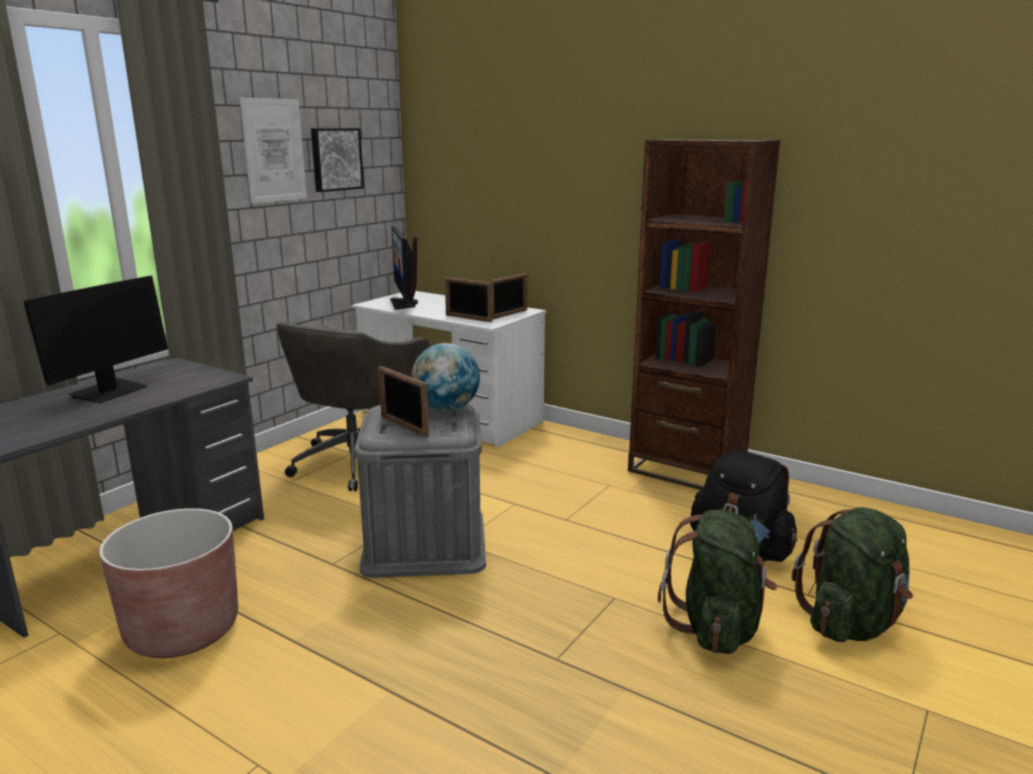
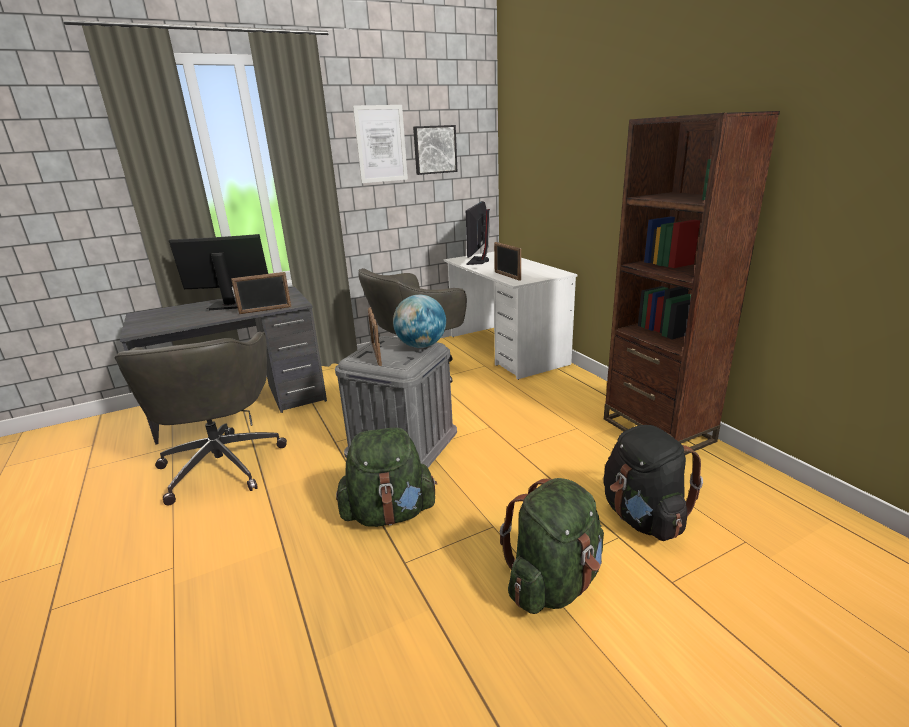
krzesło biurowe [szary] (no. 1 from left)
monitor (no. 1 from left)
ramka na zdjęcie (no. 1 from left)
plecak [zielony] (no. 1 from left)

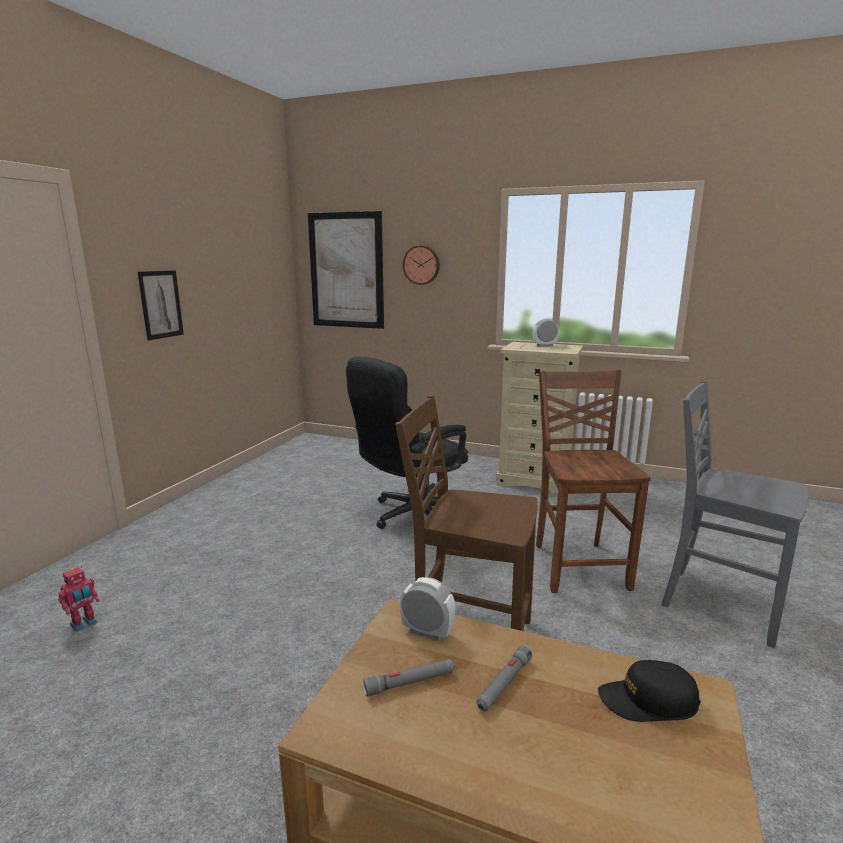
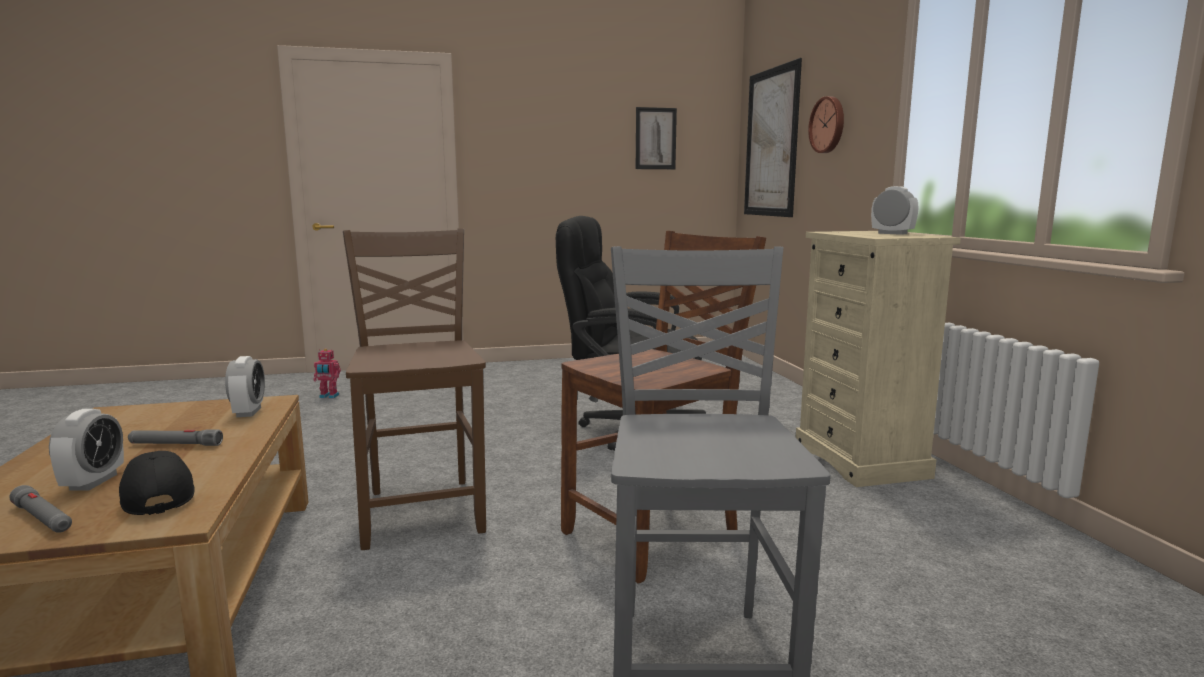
latarka [szary] (no. 1 from left)
budzik (no. 1 from left)
obraz (no. 1 from left)

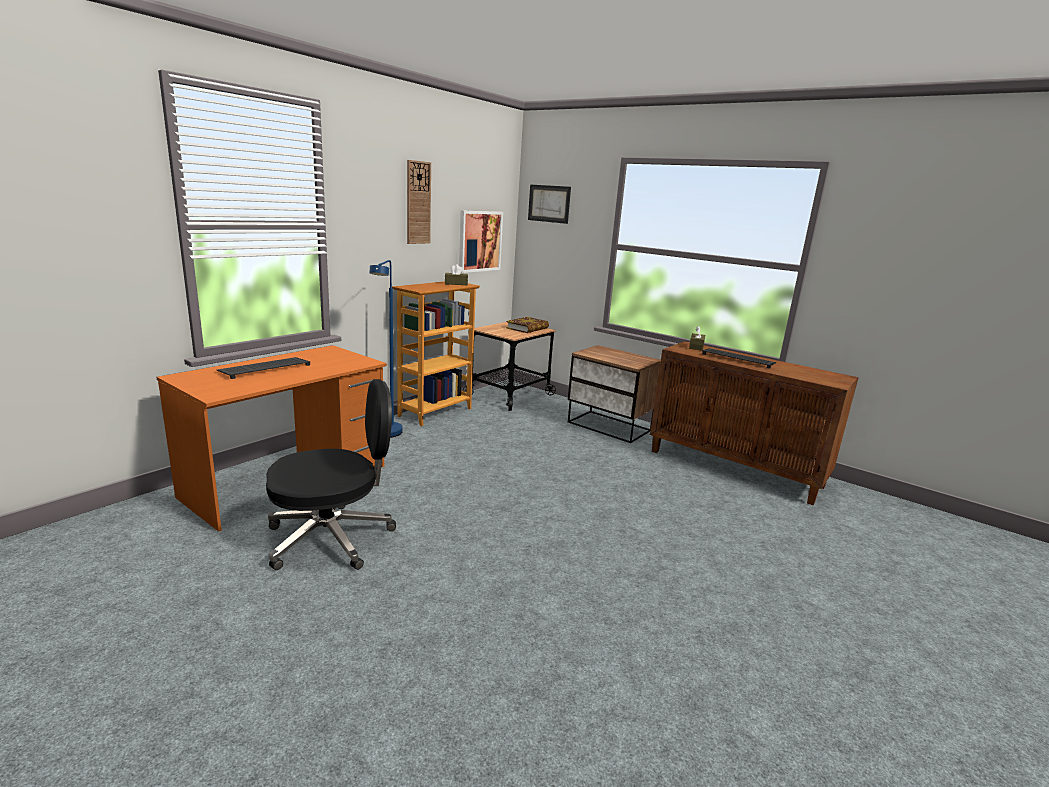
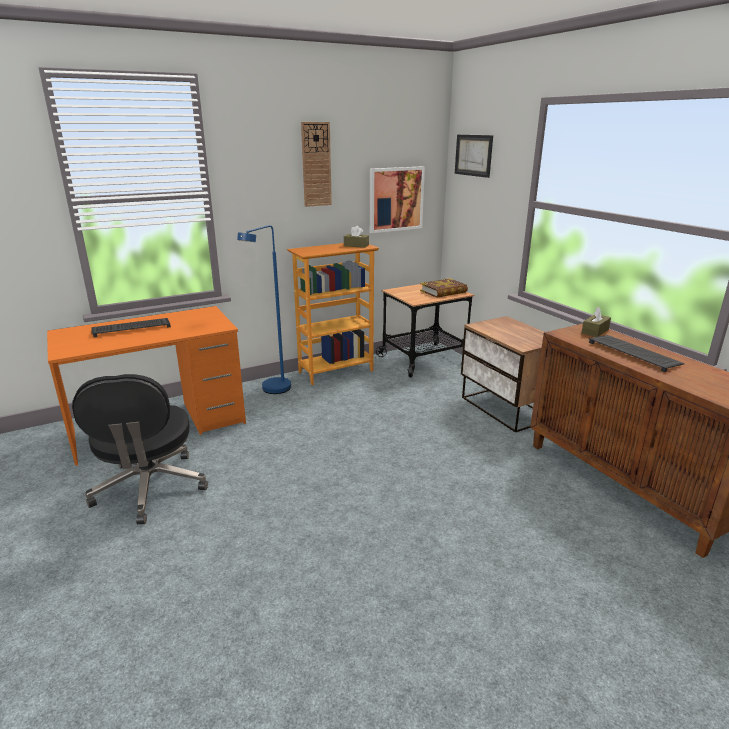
krzesło biurowe [czarny]

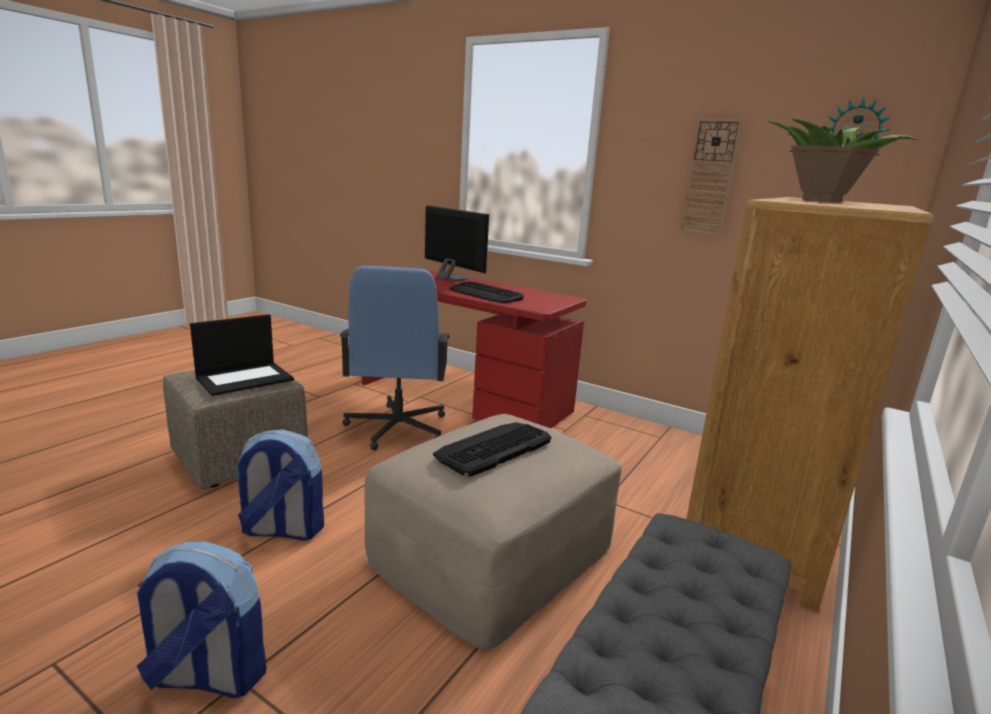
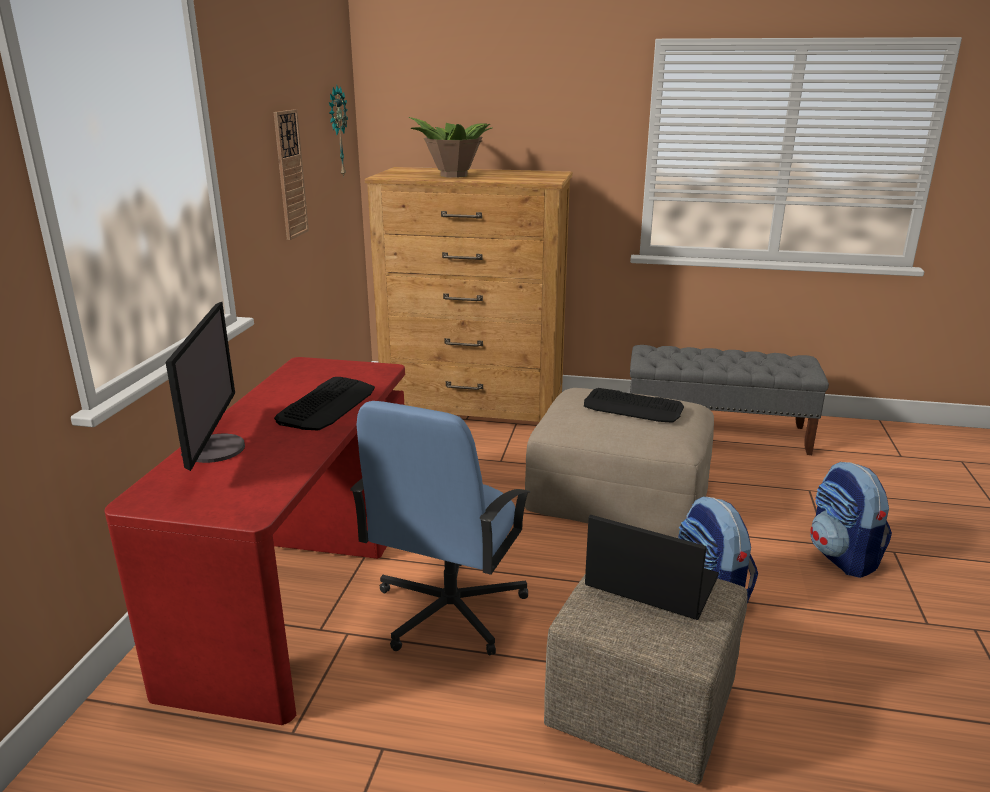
monitor
krzesło biurowe [niebieski]

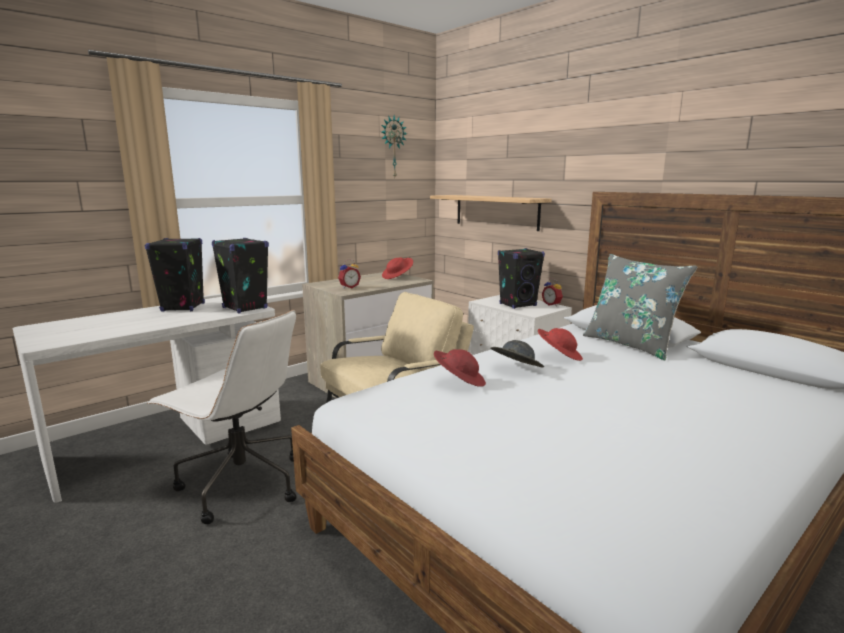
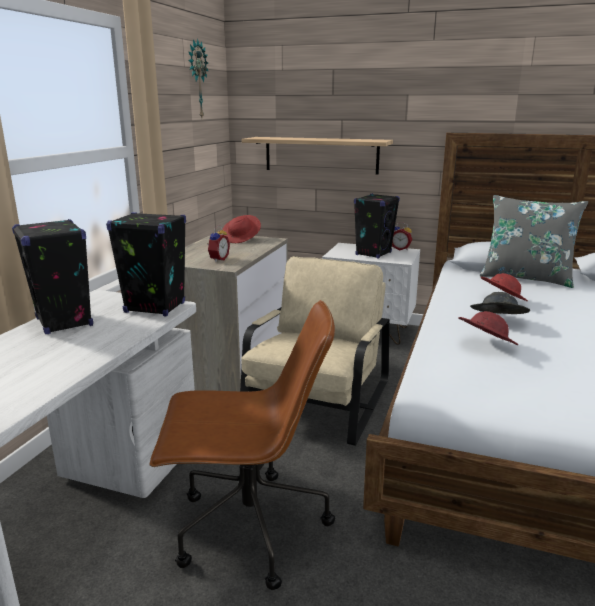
krzesło biurowe [brązowy]

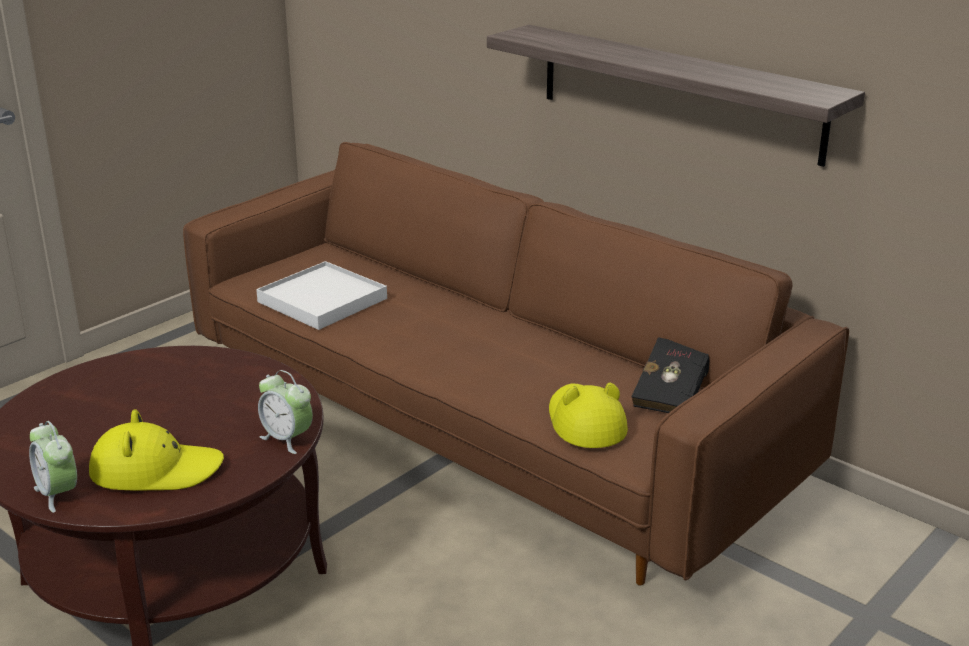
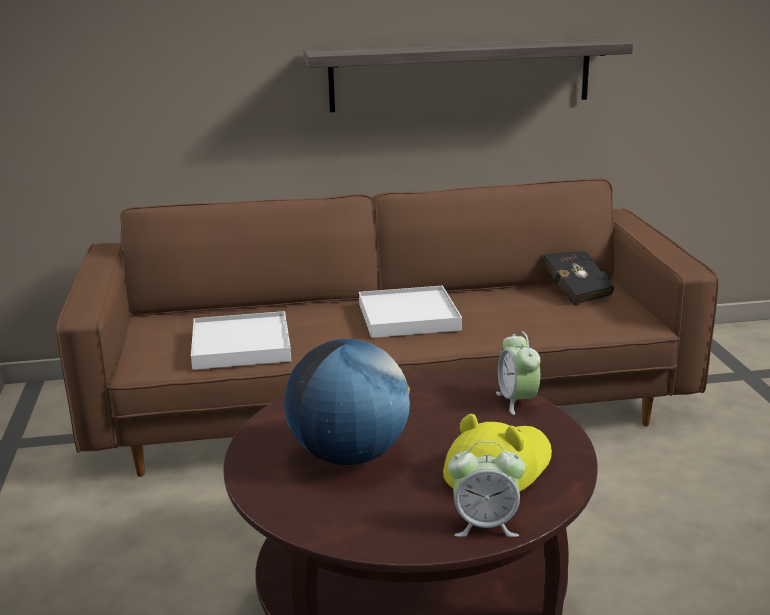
globus
taca [biały] (no. 2 from left)
budzik (no. 2 from left)
kapelusz [żółty] (no. 2 from left in the first image)

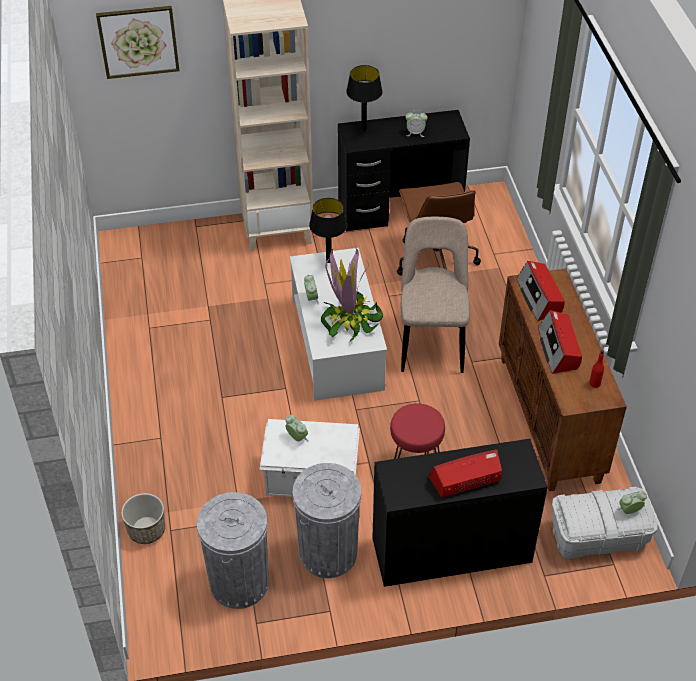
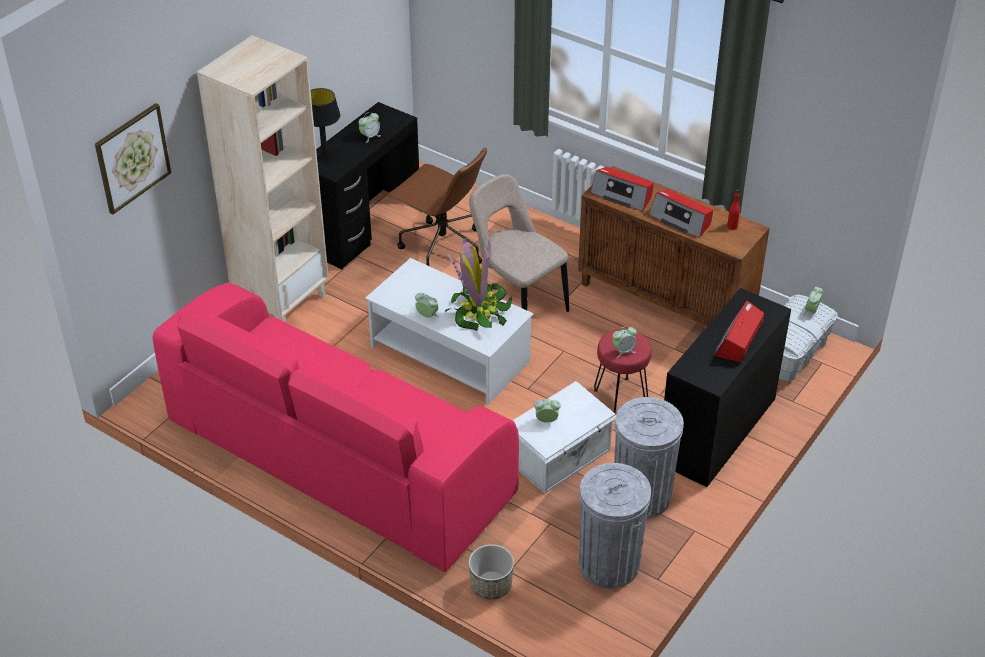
kanapa [różowy]
budzik (no. 4 from left)
lampa stołowa [czarny] (no. 1 from left in the first image)

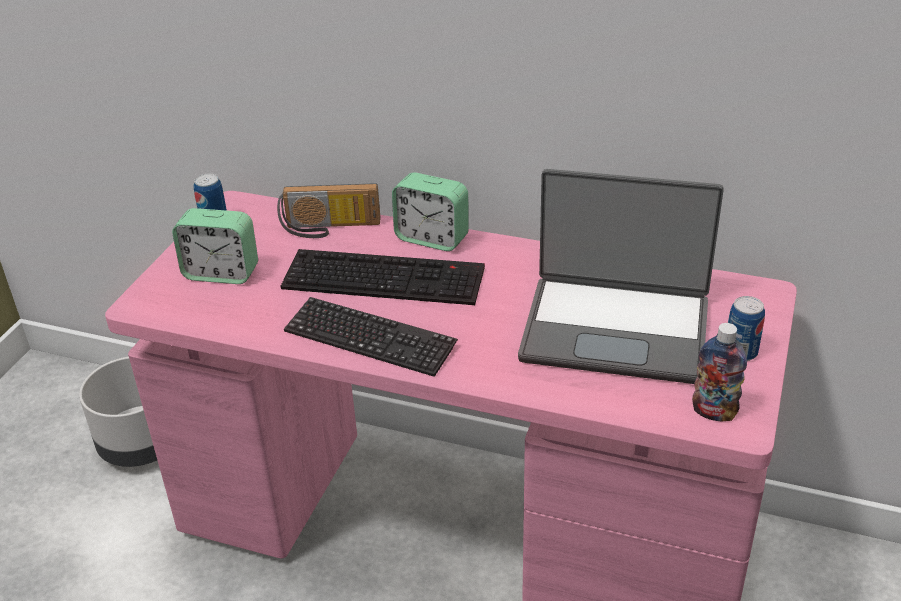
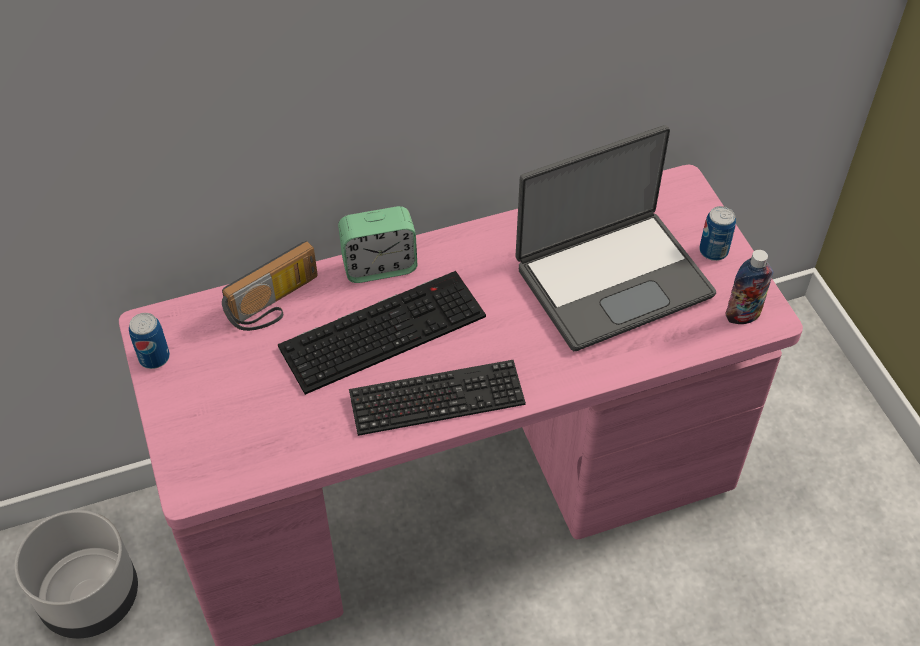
budzik (no. 1 from left in the first image)

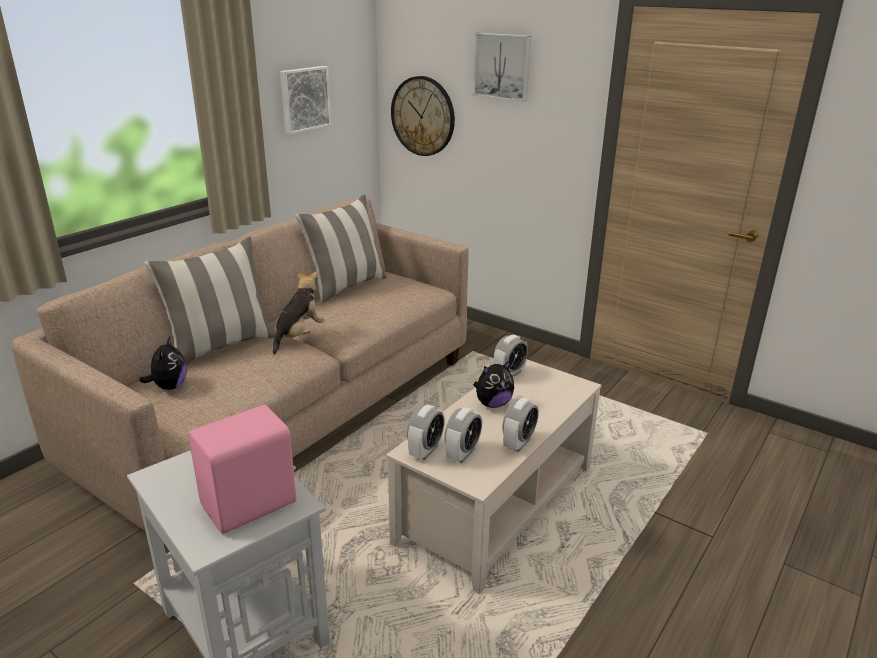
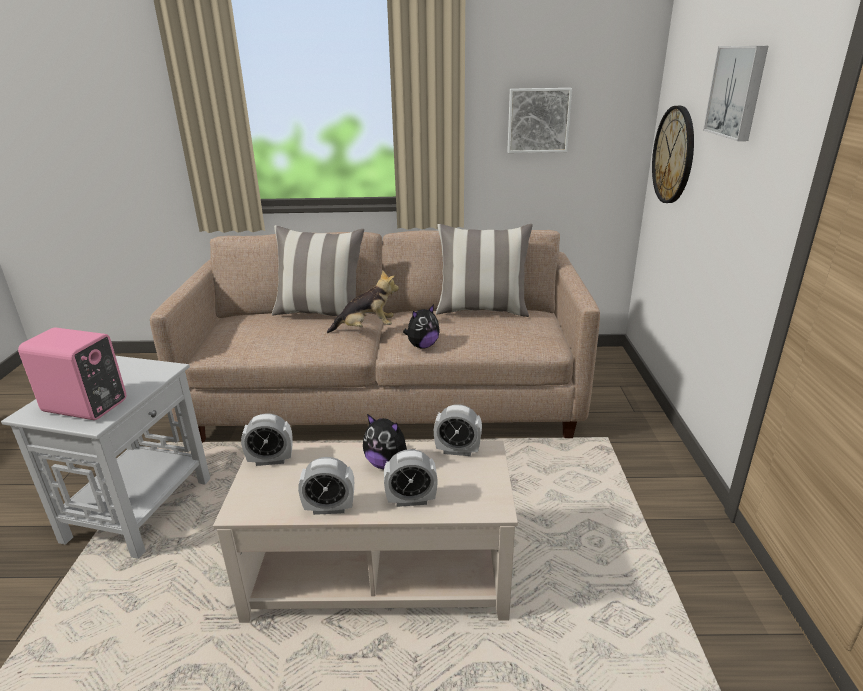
budzik (no. 3 from left)
pluszak (no. 3 from left)

